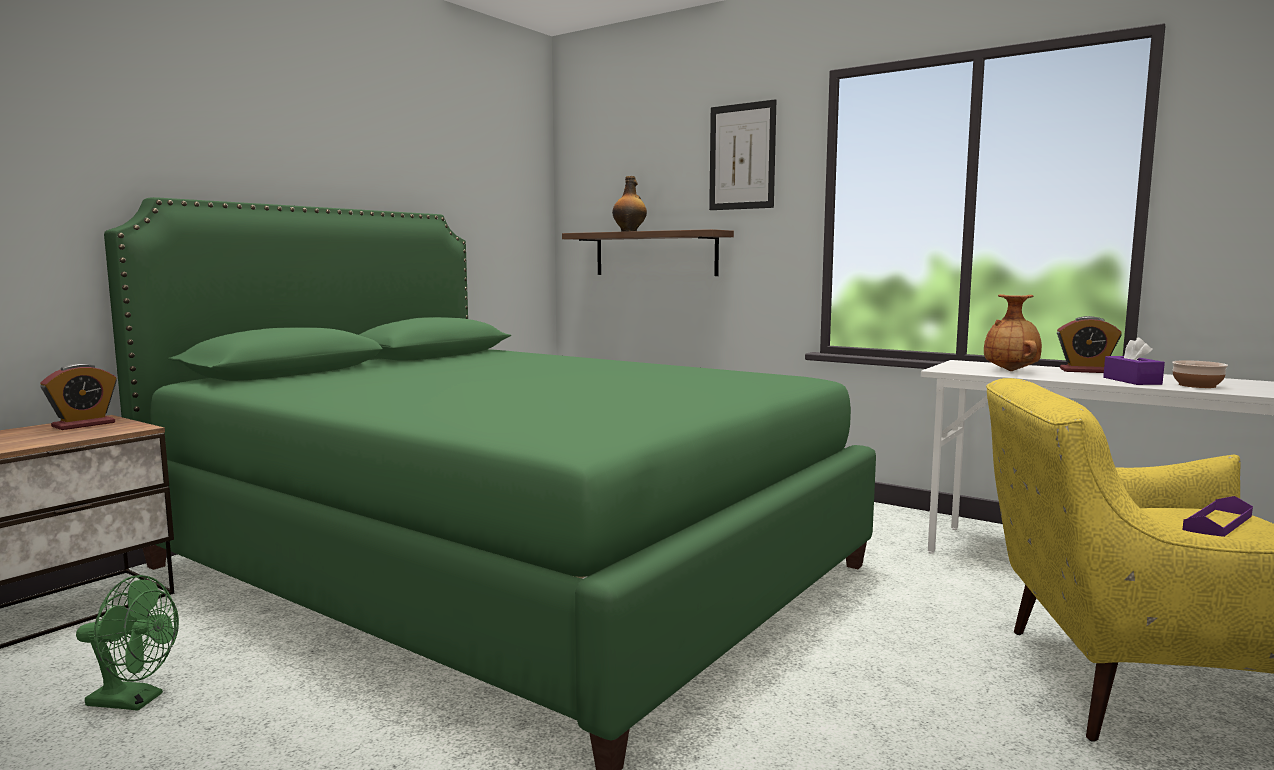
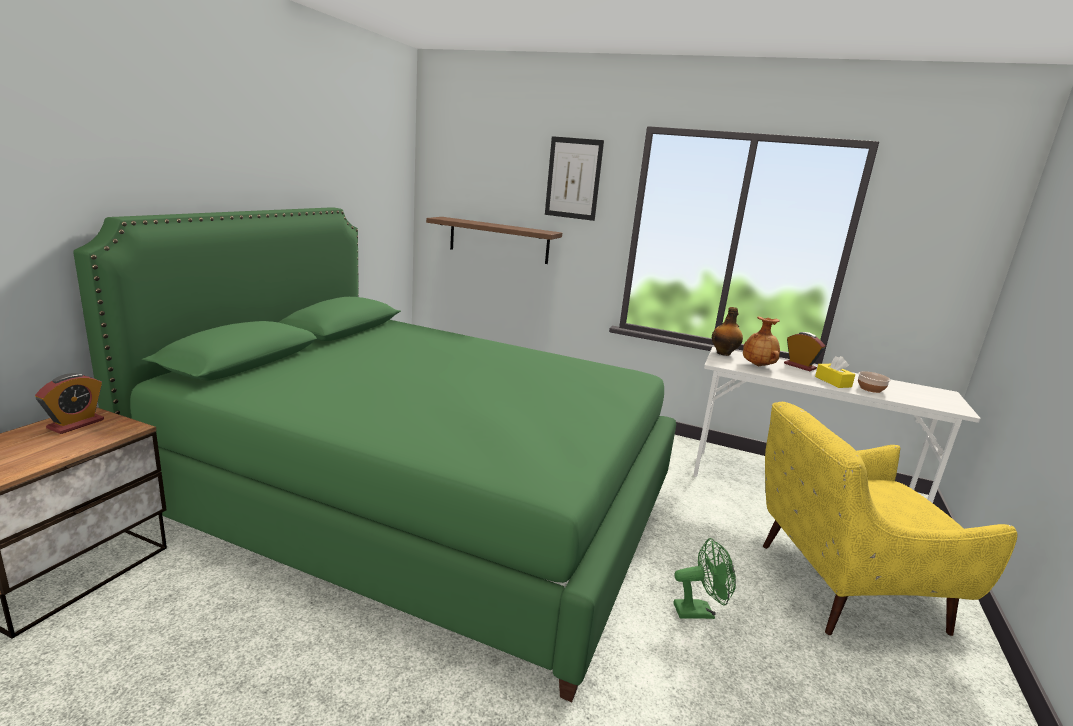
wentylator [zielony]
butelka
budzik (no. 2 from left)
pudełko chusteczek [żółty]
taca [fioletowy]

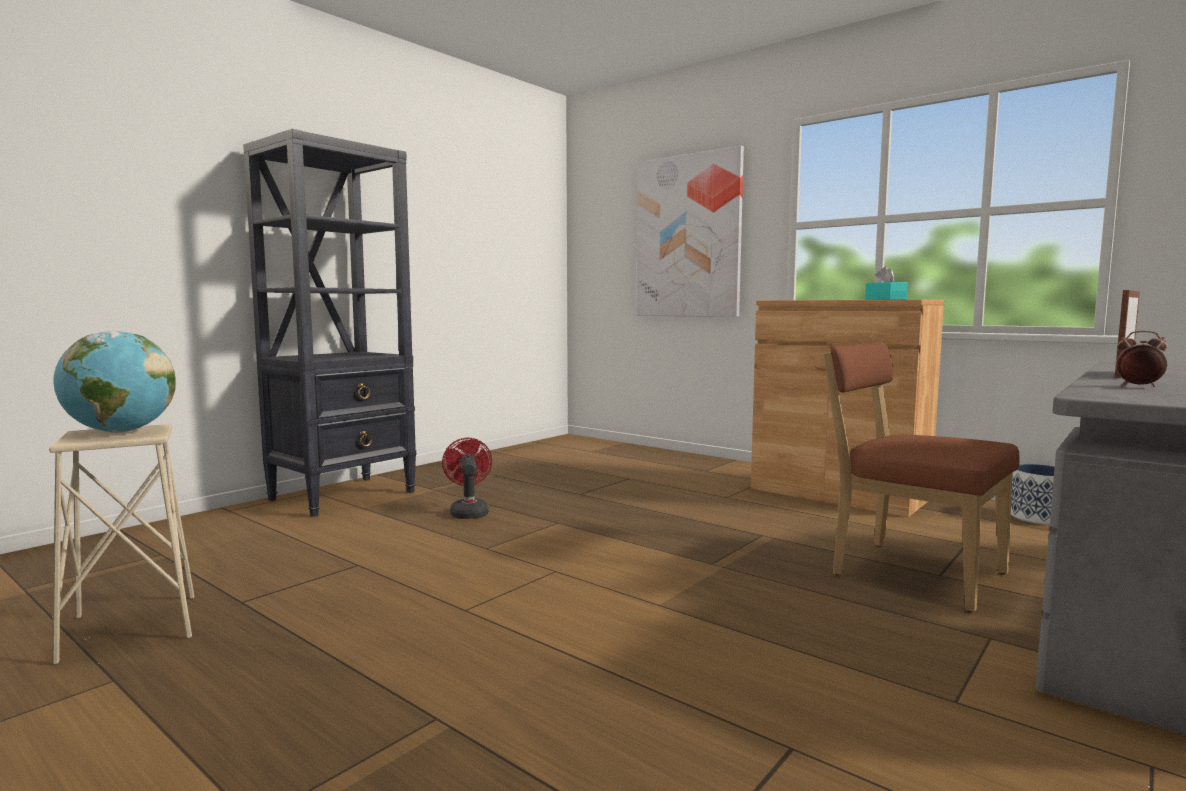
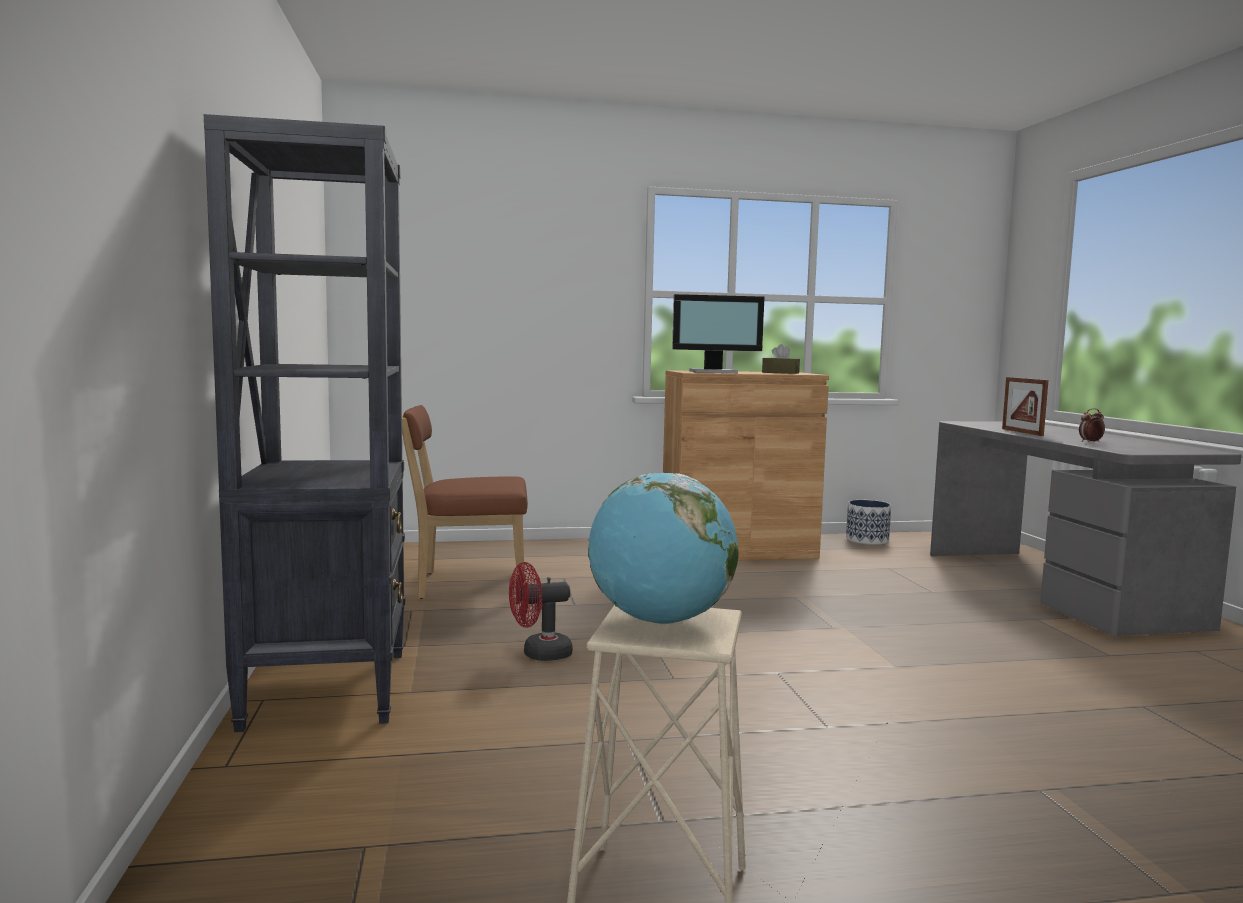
krzesło [brązowy]
wentylator [czerwony]
monitor
pudełko chusteczek [brązowy]
obraz

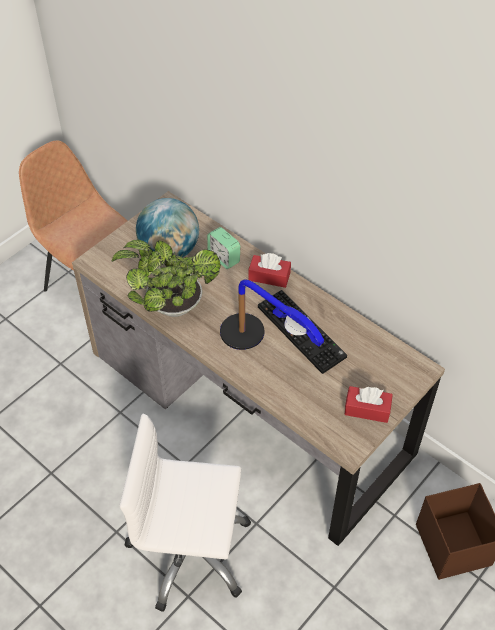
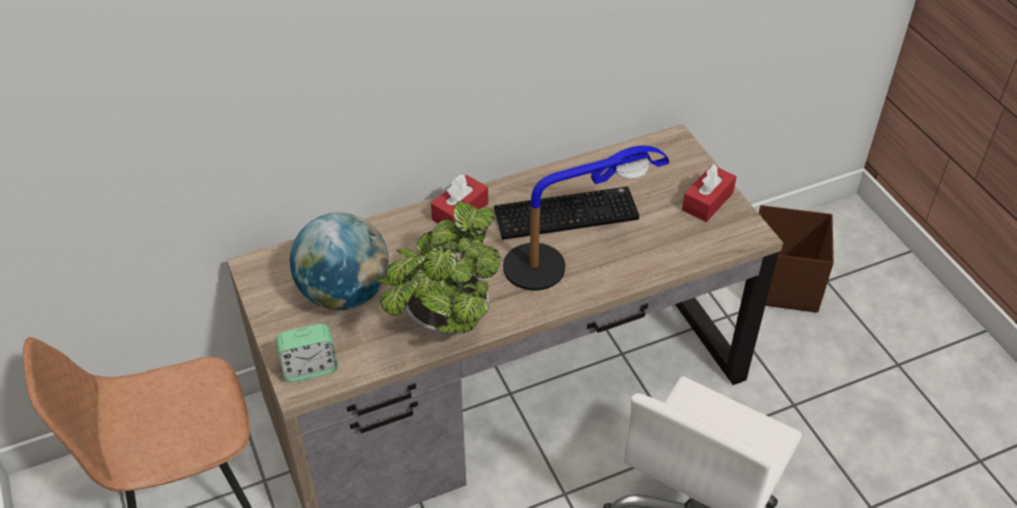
budzik

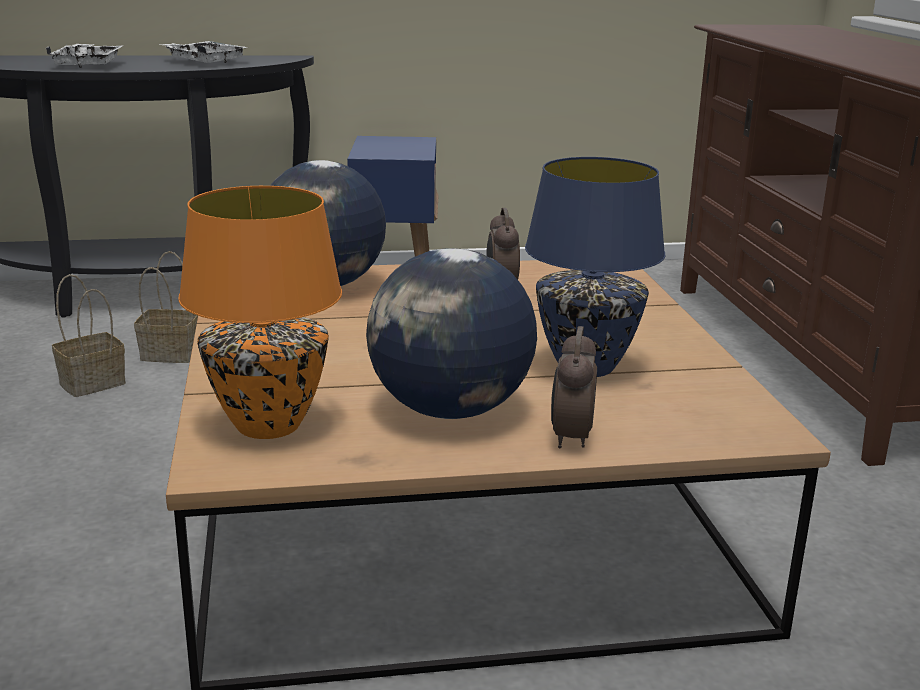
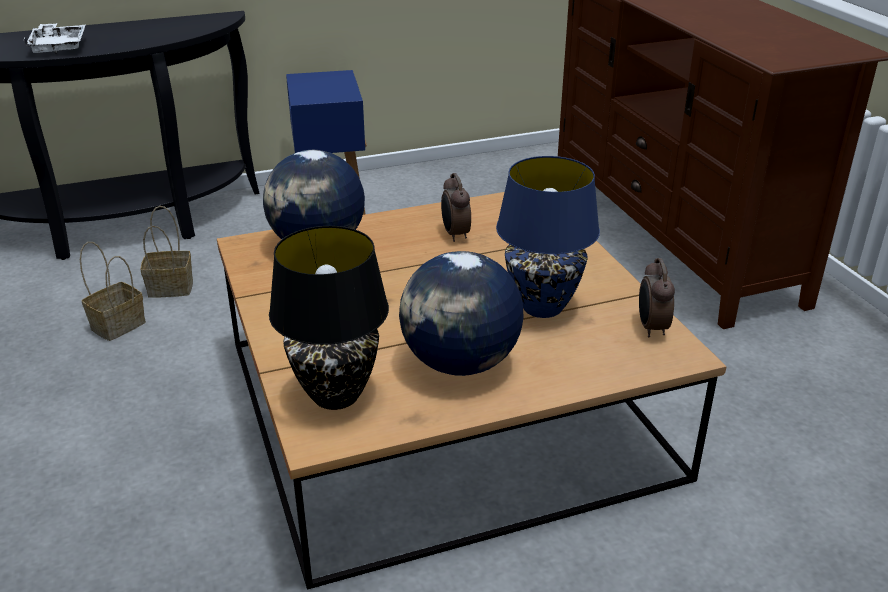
lampa stołowa [czarny]
budzik (no. 2 from left)
taca [biały] (no. 2 from left in the first image)

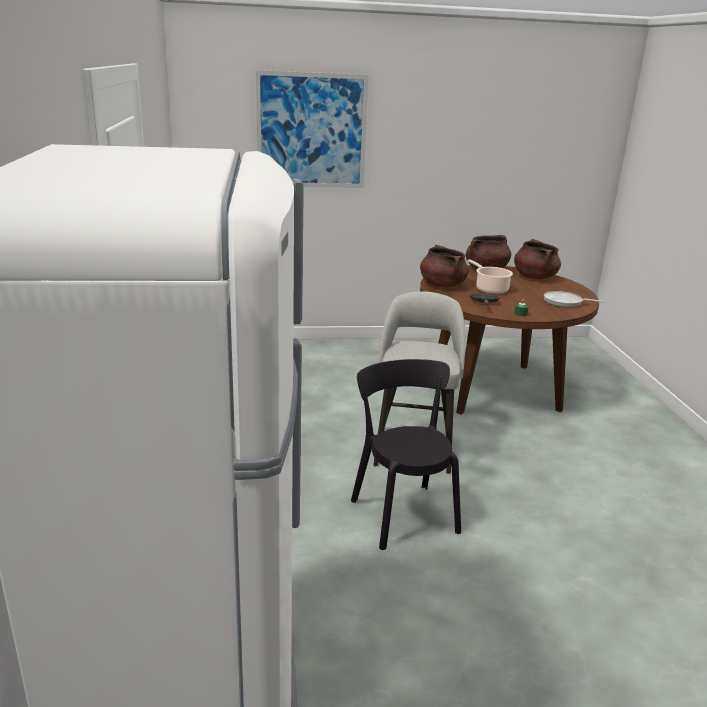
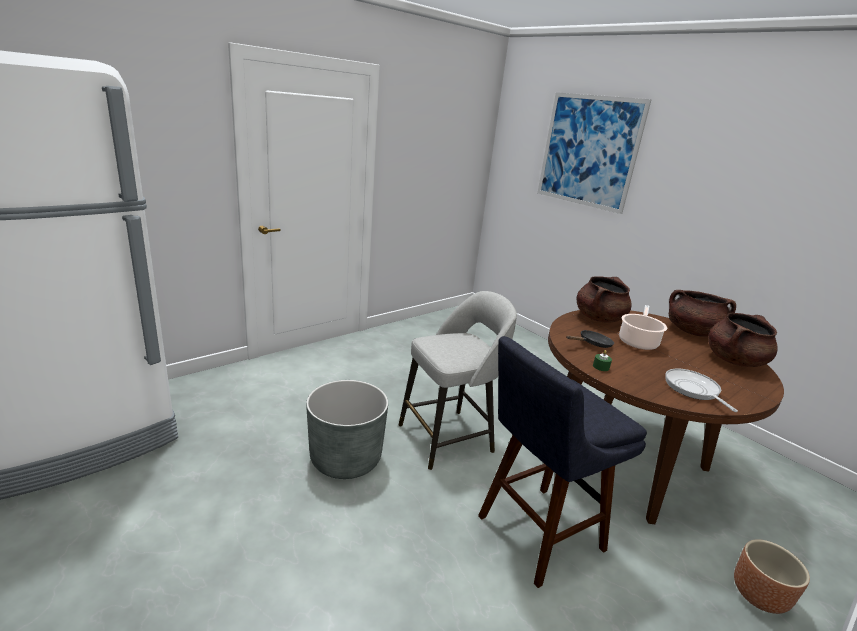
donica [szary]
stołek [niebieski]
donica [brązowy]

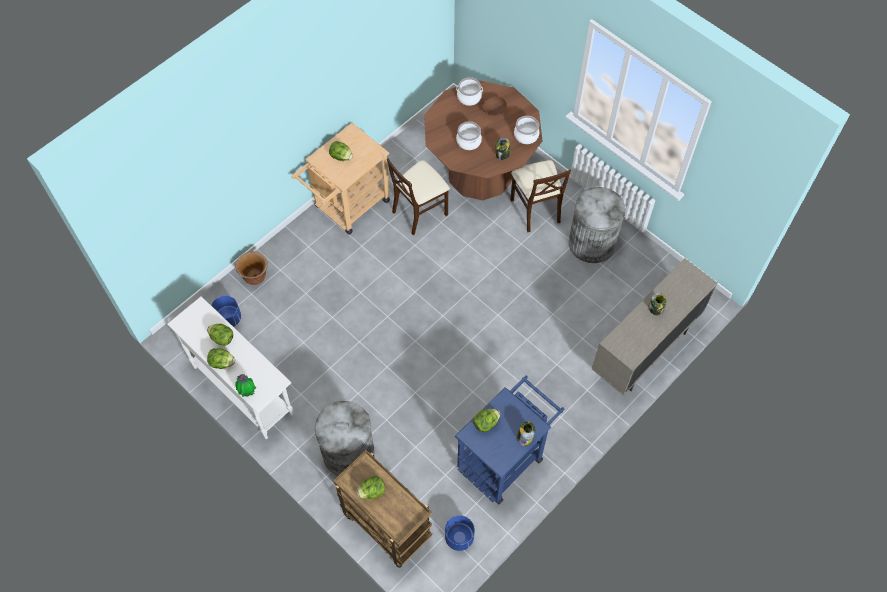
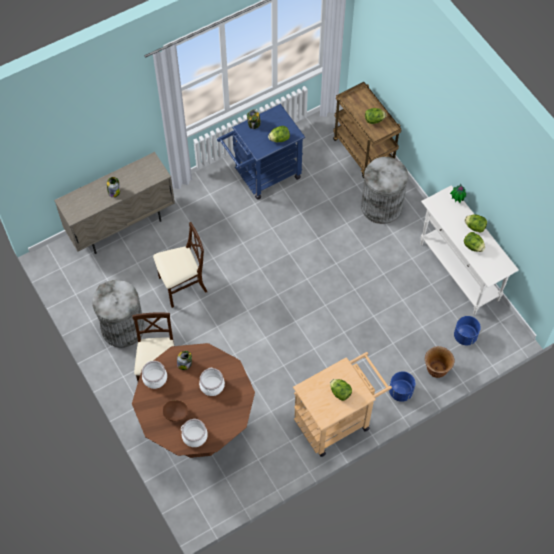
krzesło [beżowy] (no. 2 from left)
donica [niebieski] (no. 1 from left)

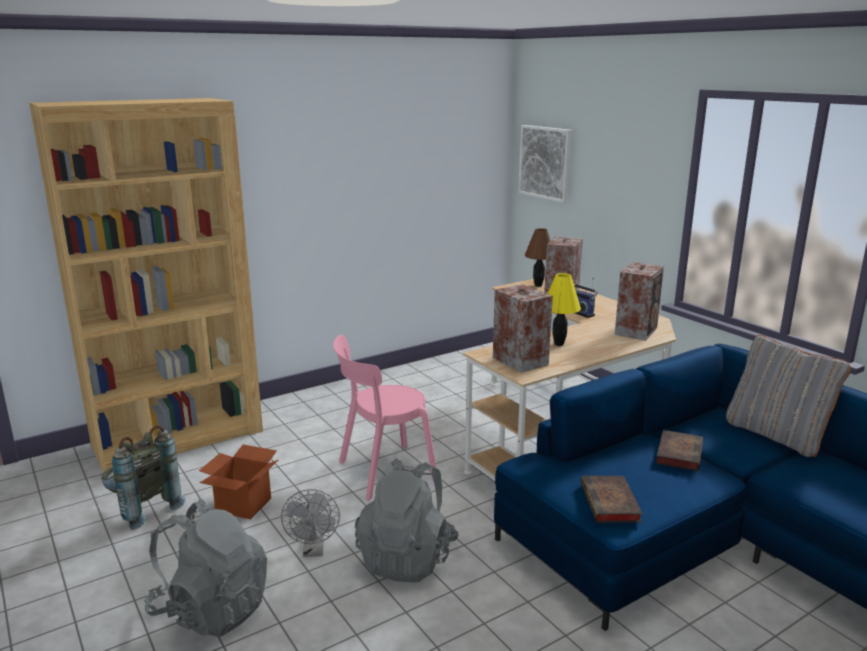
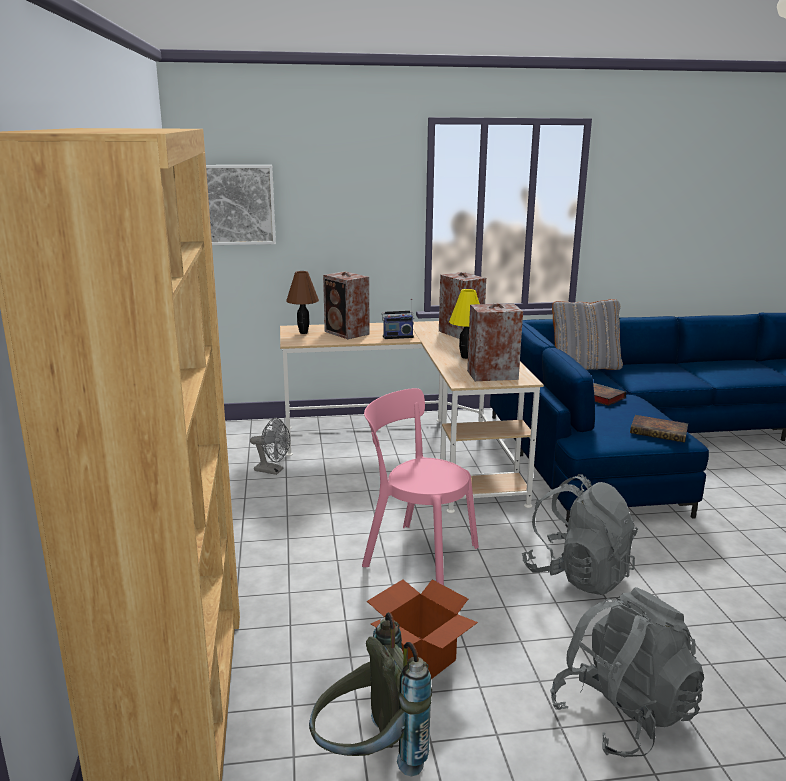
wentylator [szary]
krzesło [różowy]

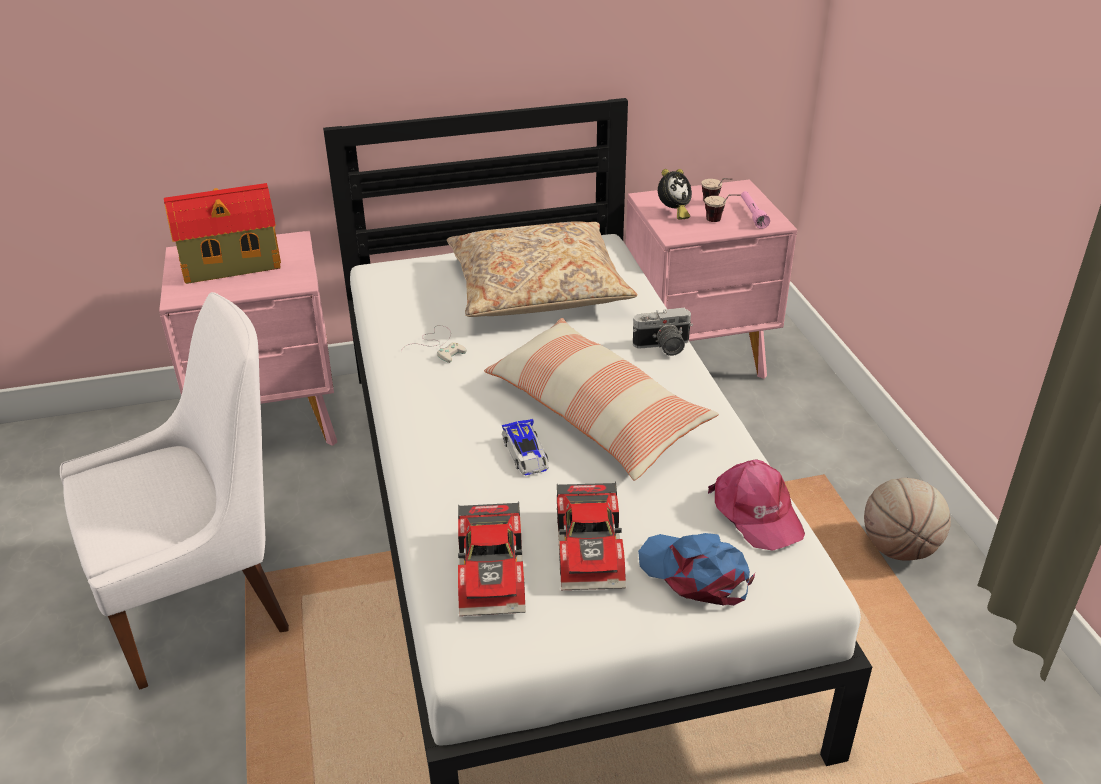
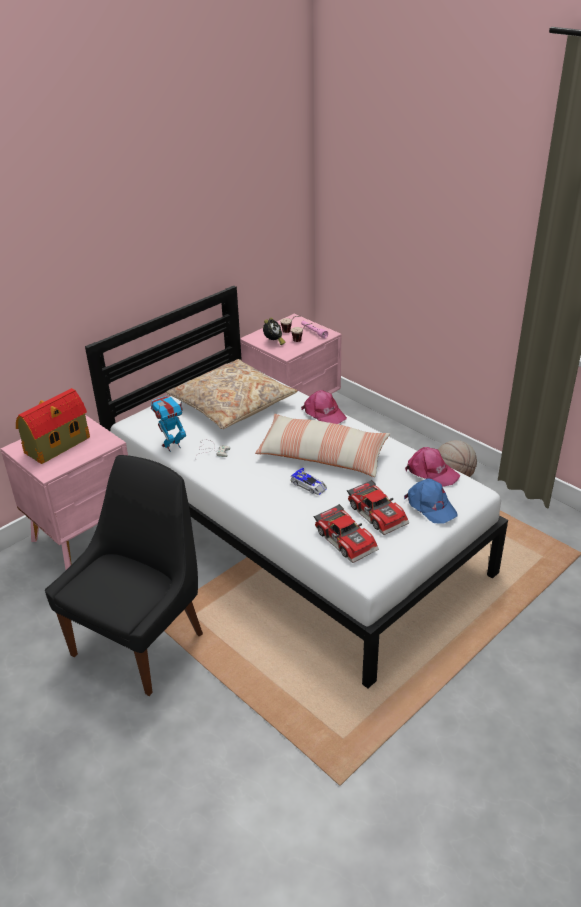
krzesło [czarny]
robot zabawkowy
czapka z daszkiem [różowy] (no. 1 from left)
czapka z daszkiem [niebieski]

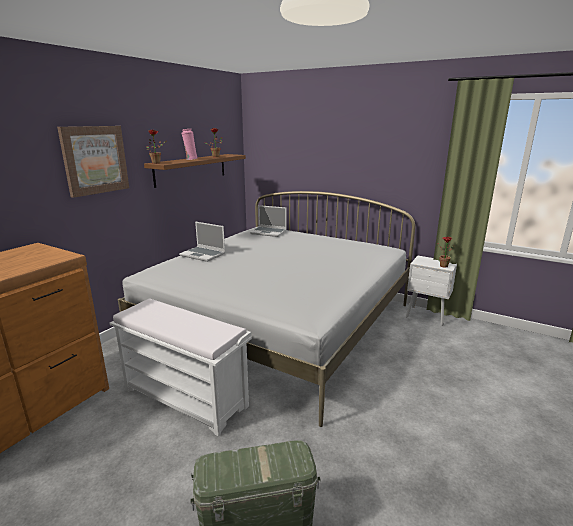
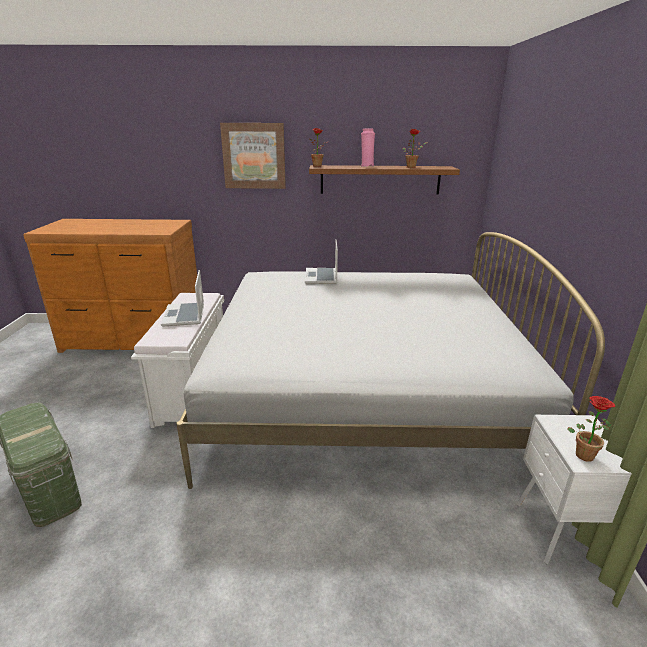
laptop (no. 1 from left)

